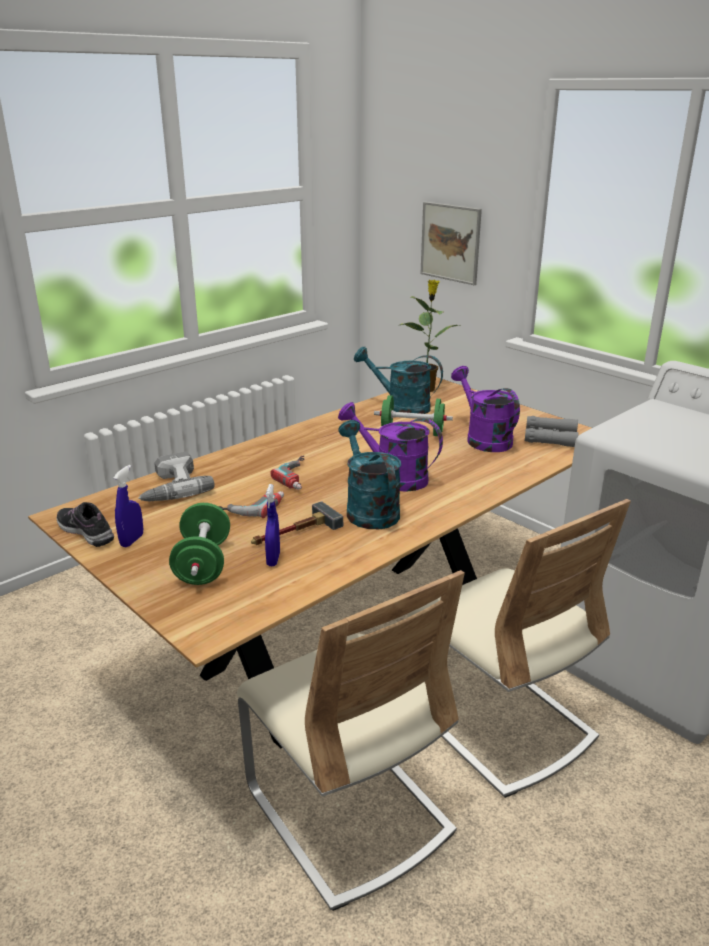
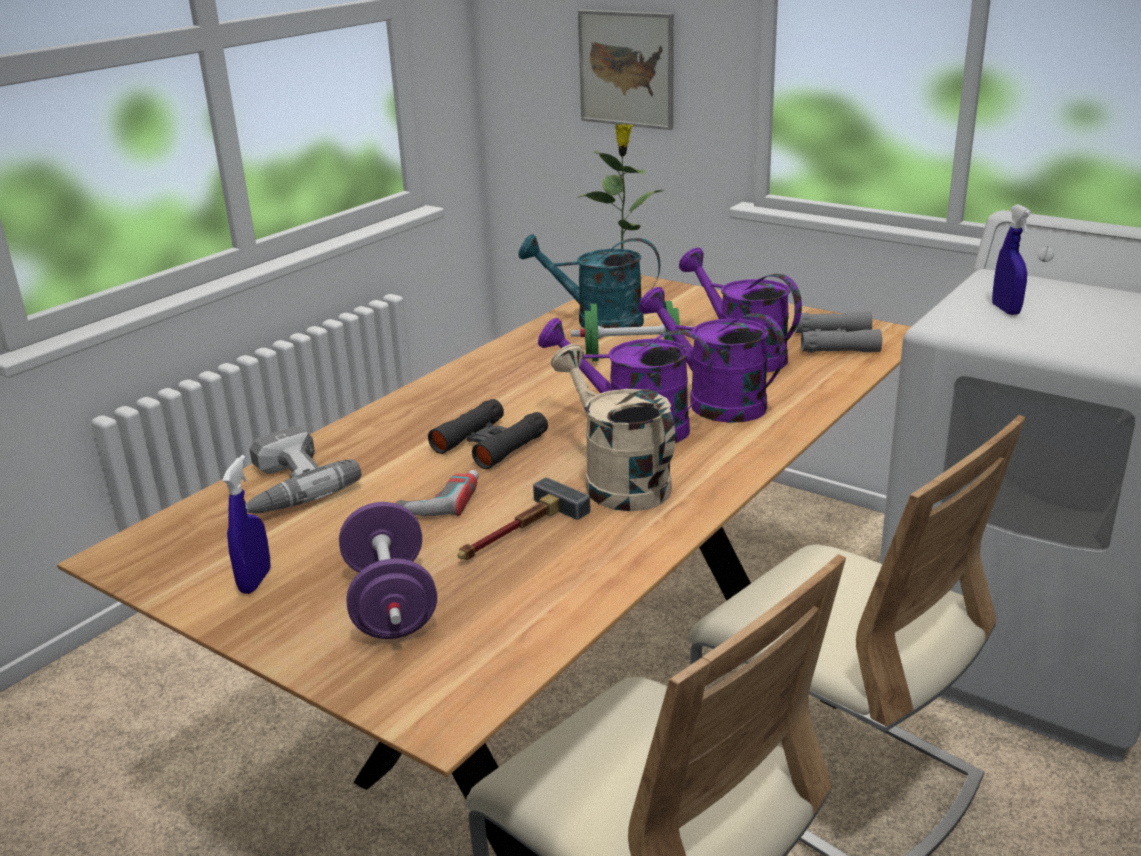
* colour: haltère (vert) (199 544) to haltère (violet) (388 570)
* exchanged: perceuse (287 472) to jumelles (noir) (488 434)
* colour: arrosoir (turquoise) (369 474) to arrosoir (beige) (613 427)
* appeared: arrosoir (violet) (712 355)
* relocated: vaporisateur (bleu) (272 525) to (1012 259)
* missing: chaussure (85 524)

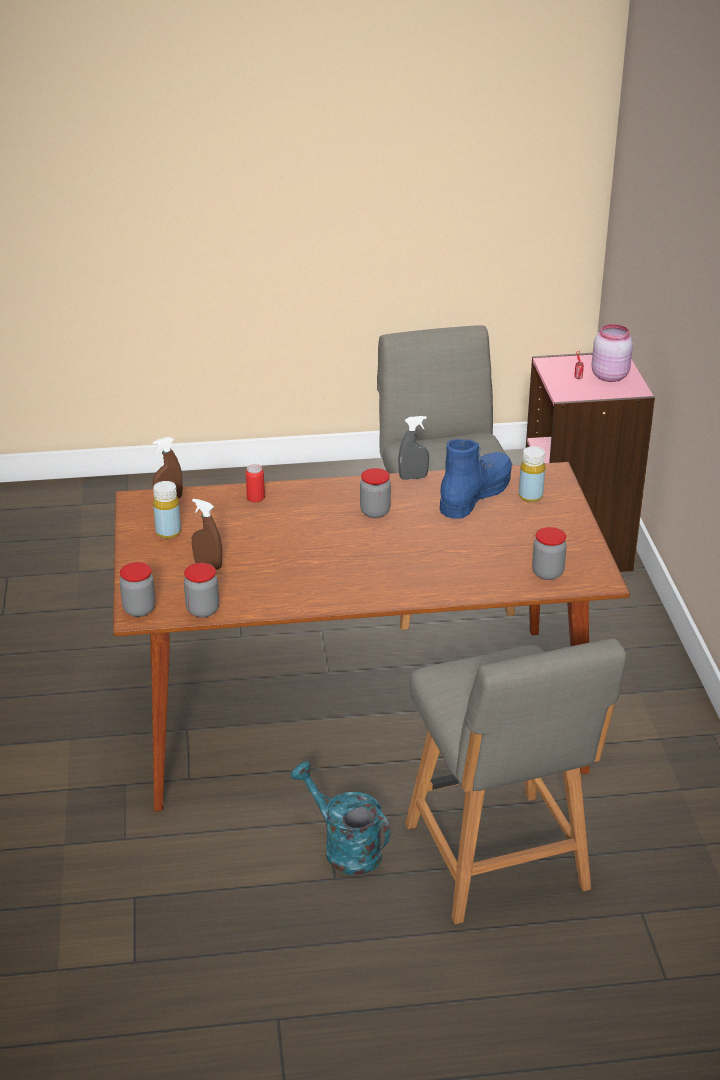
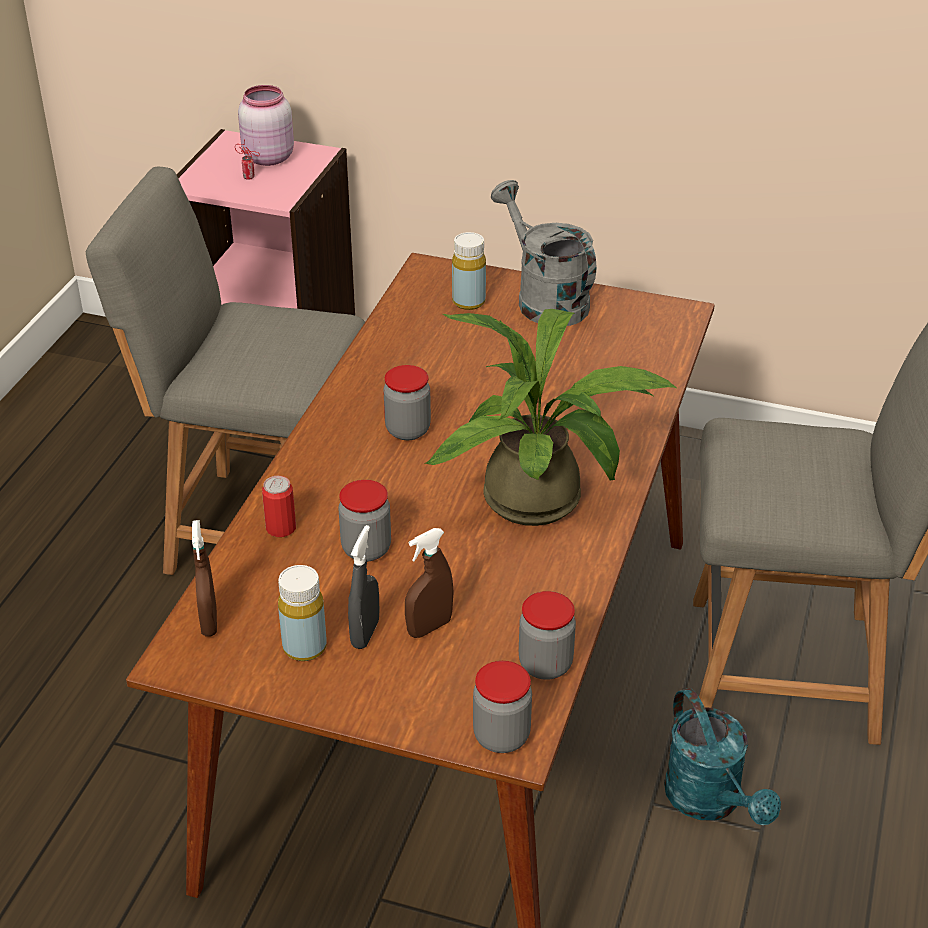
* relocated: bocal (549 553) to (365 521)
* relocated: vaporisateur (gris) (413 448) to (363 587)
* appeared: plante en pot (551 417)
* appeared: arrosoir (gris) (543 253)
* spun: arrosoir (turquoise) (340 818) = (722 756) 90 degrees counterclockwise
* missing: botte (bleu) (476 479)

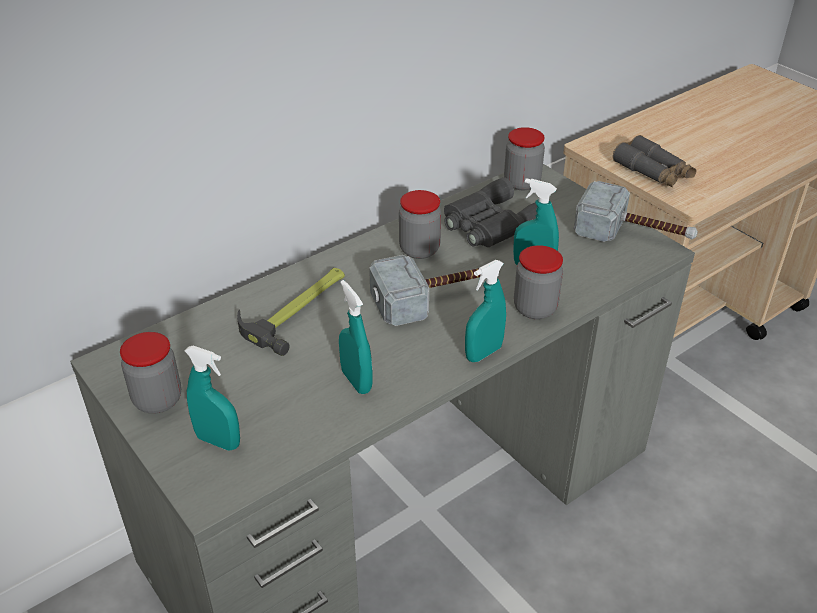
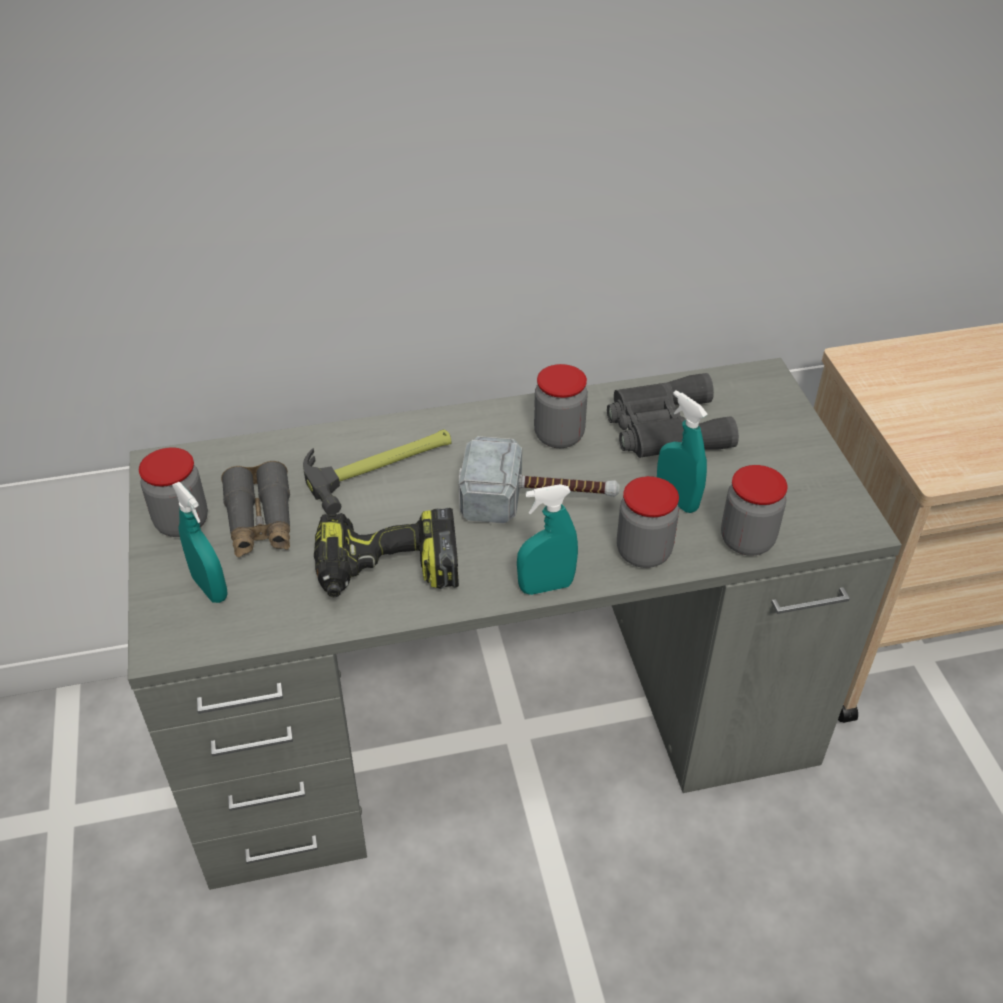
* relocated: jumelles (gris) (655 161) to (255 509)
* exchanged: vaporisateur (turquoise) (355 337) to perceuse (386 552)
* relocated: bocal (524 158) to (754 510)
* missing: marteau (636 211)

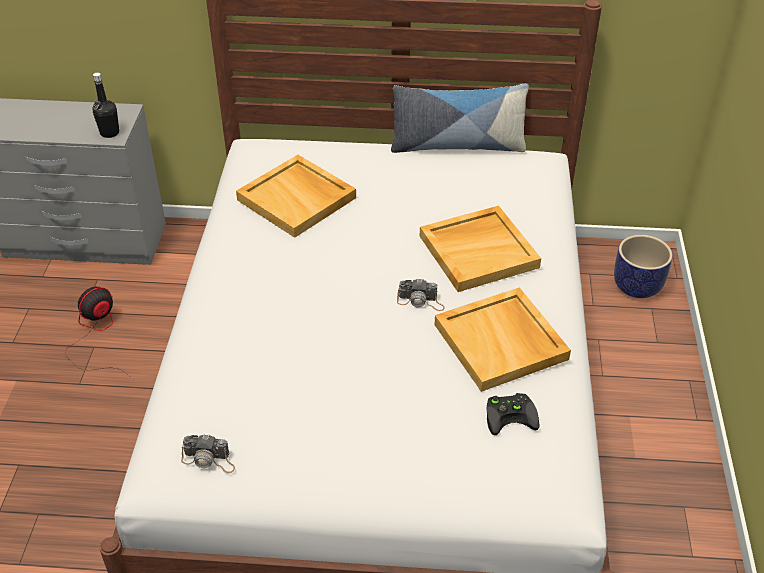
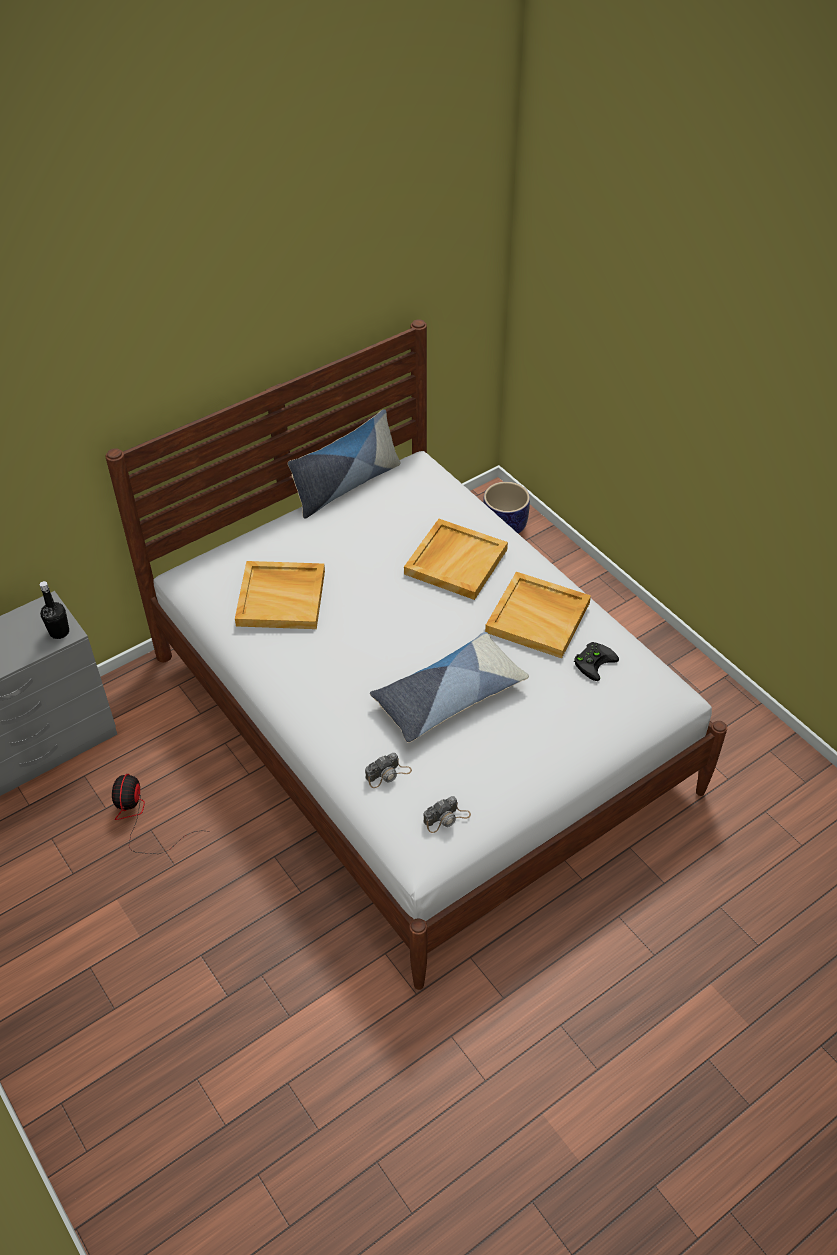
* relocated: appareil photo (421 295) to (388 770)
* appeared: coussin (449 687)

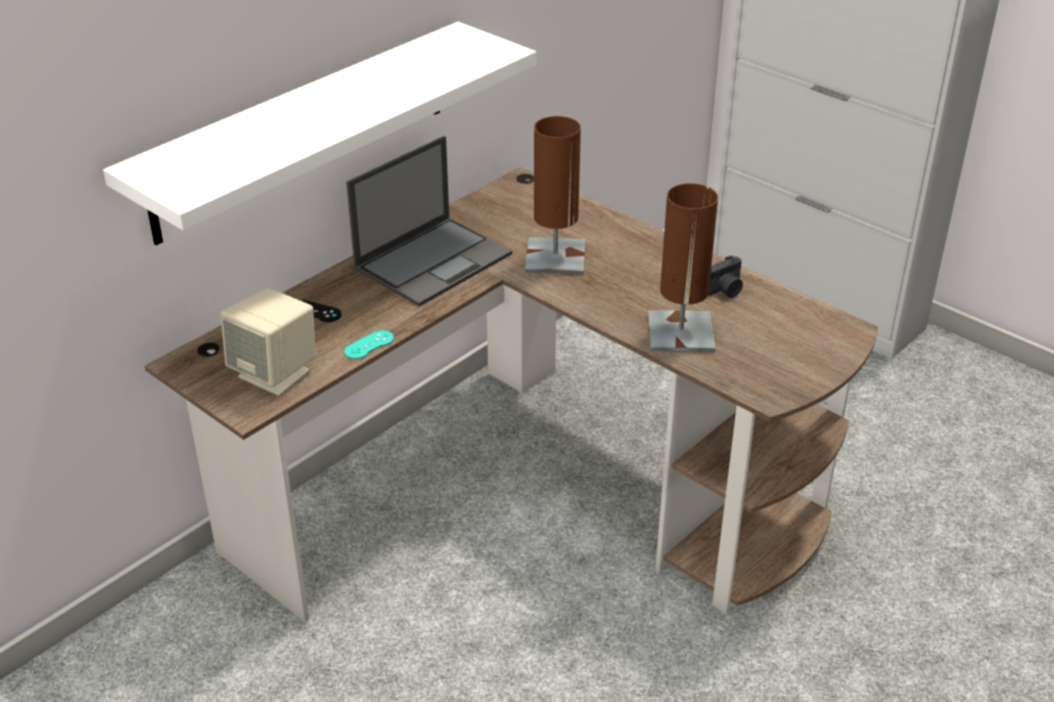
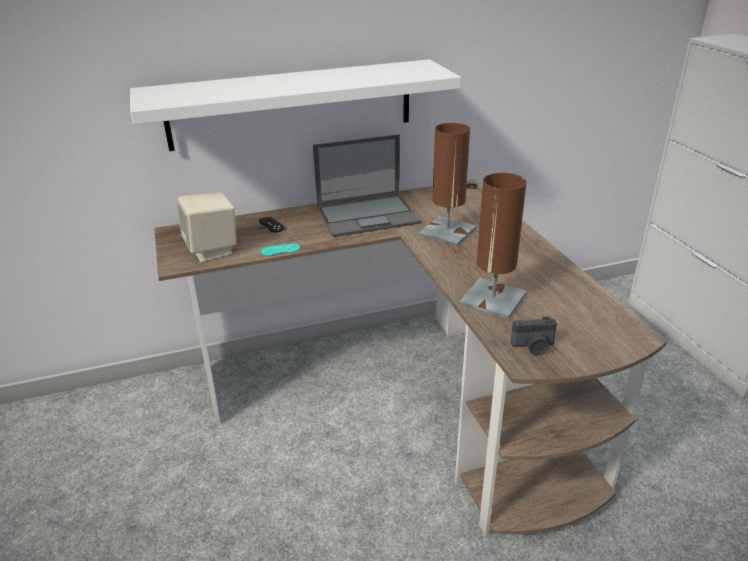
* relocated: appareil photo (725 276) to (534 335)

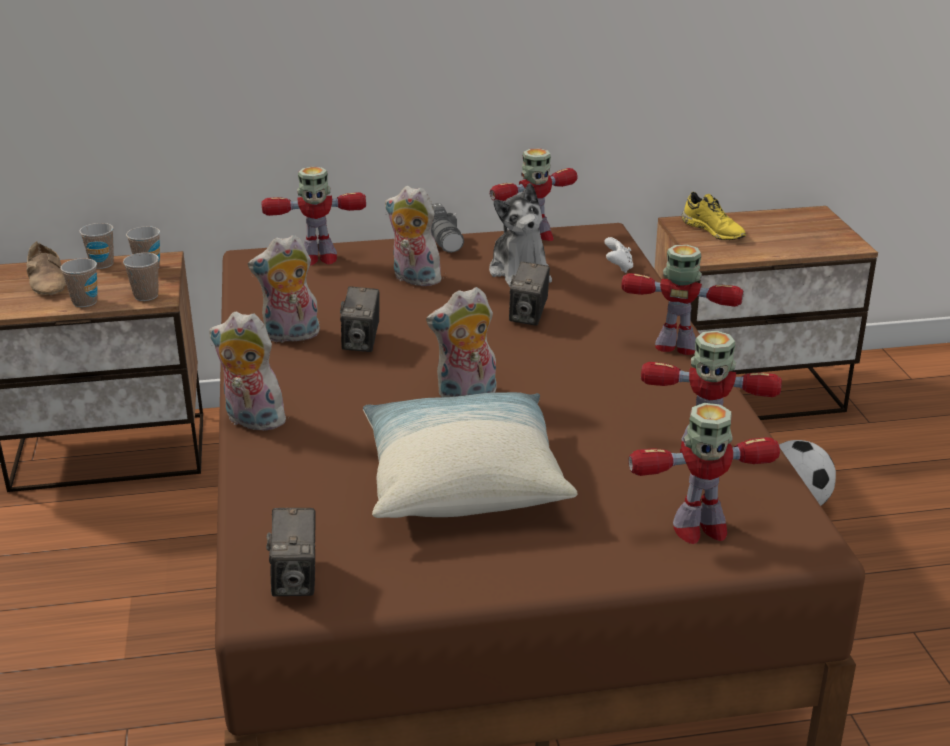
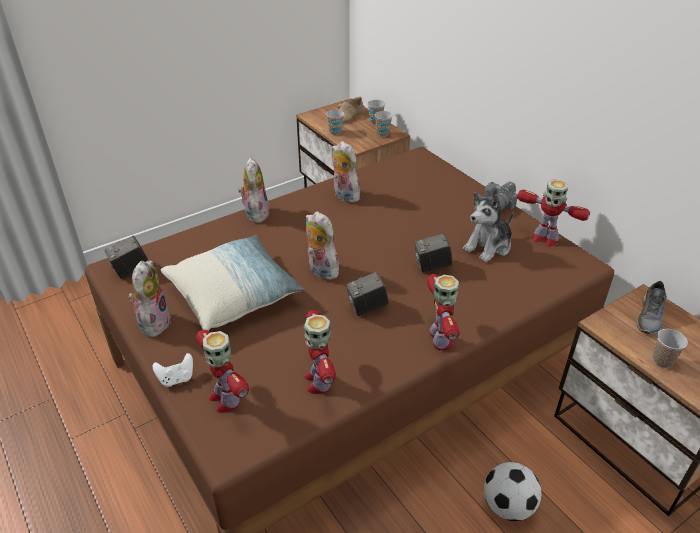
* relocated: peluche (413 236) to (150 298)
* relocated: manette (blanc) (618 255) to (173 370)
* relocated: appareil photo (360 319) to (367 294)
* colour: chaussure (jaune) (713 216) to chaussure (gris) (651 308)
* relocated: tasse (141 277) to (670 348)
* missing: robot jouet (314 216)

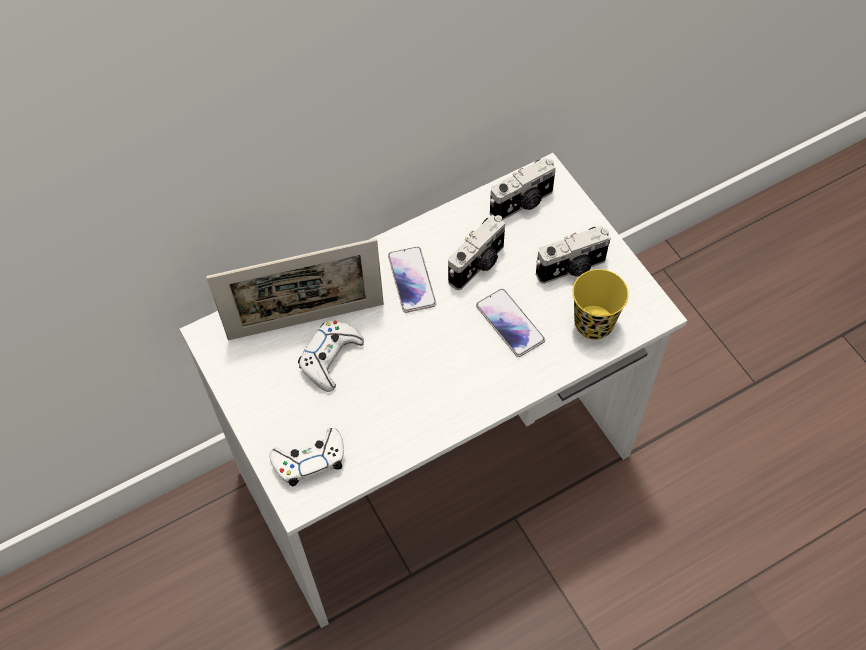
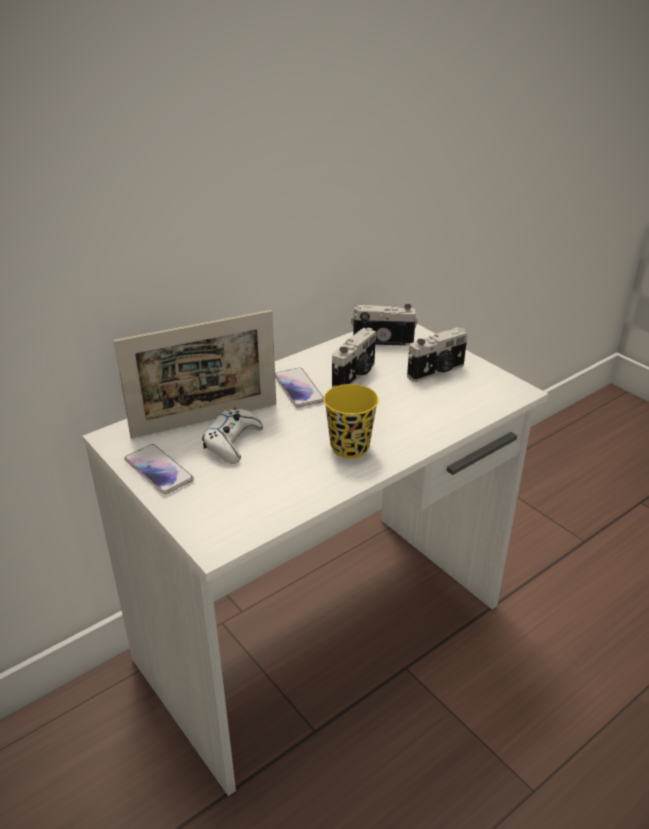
* relocated: téléphone (510 323) to (159 469)
* relocated: tasse (jaune) (600 304) to (351 421)
* spun: appareil photo (523 188) = (384 325) 135 degrees counterclockwise
* missing: manette (blanc) (307 457)

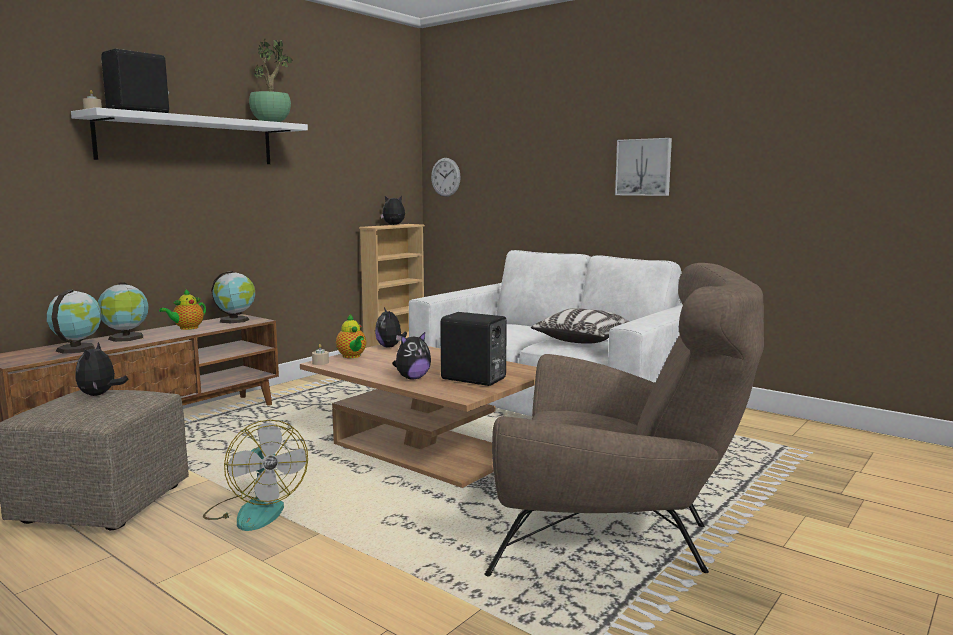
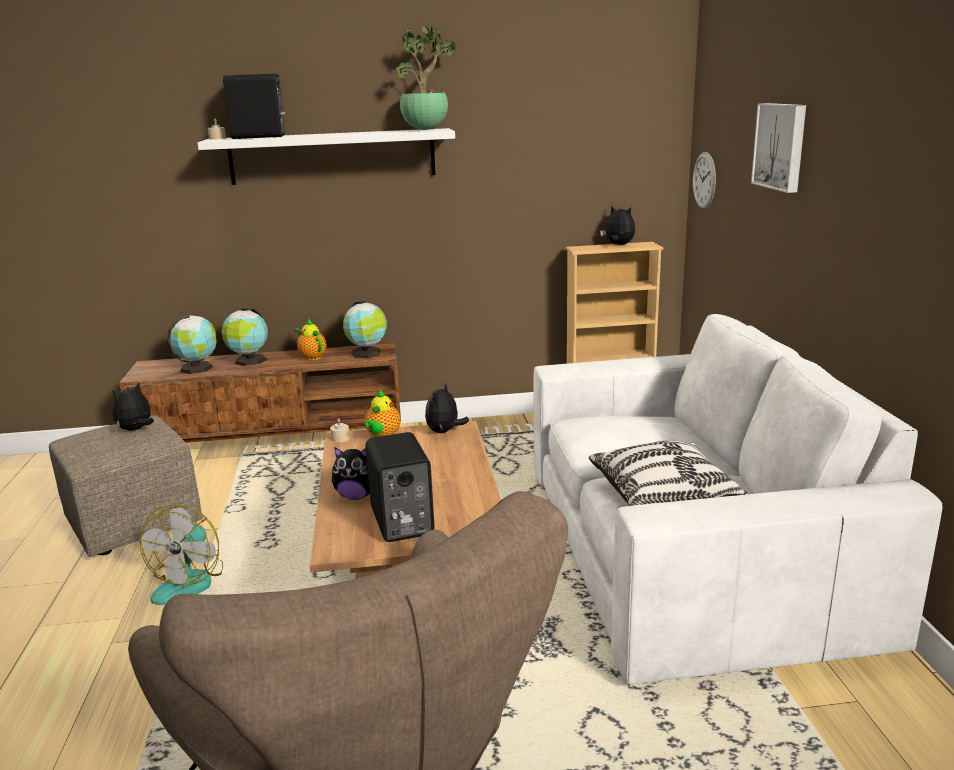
* spun: théière (182 309) = (310 339) 60 degrees clockwise
* relocated: tableau (643 167) to (778 148)

